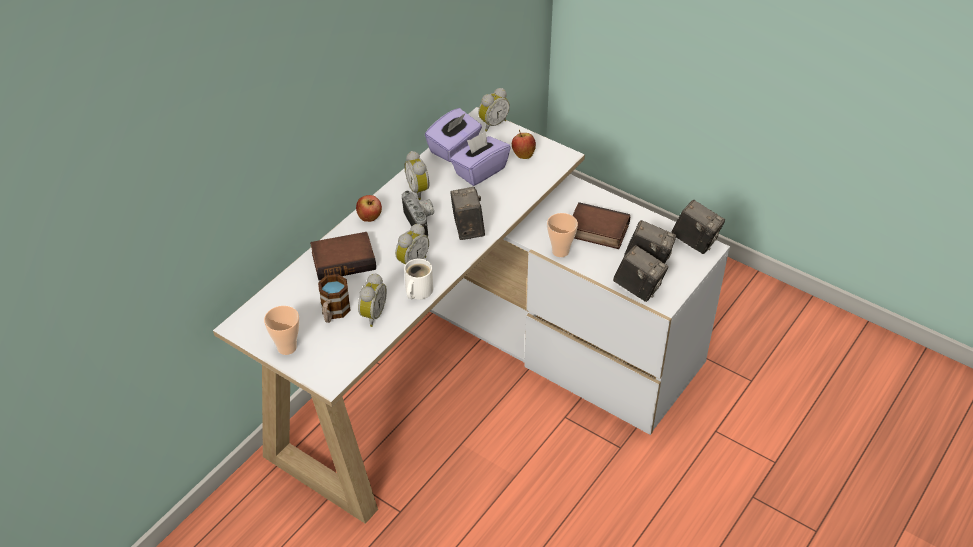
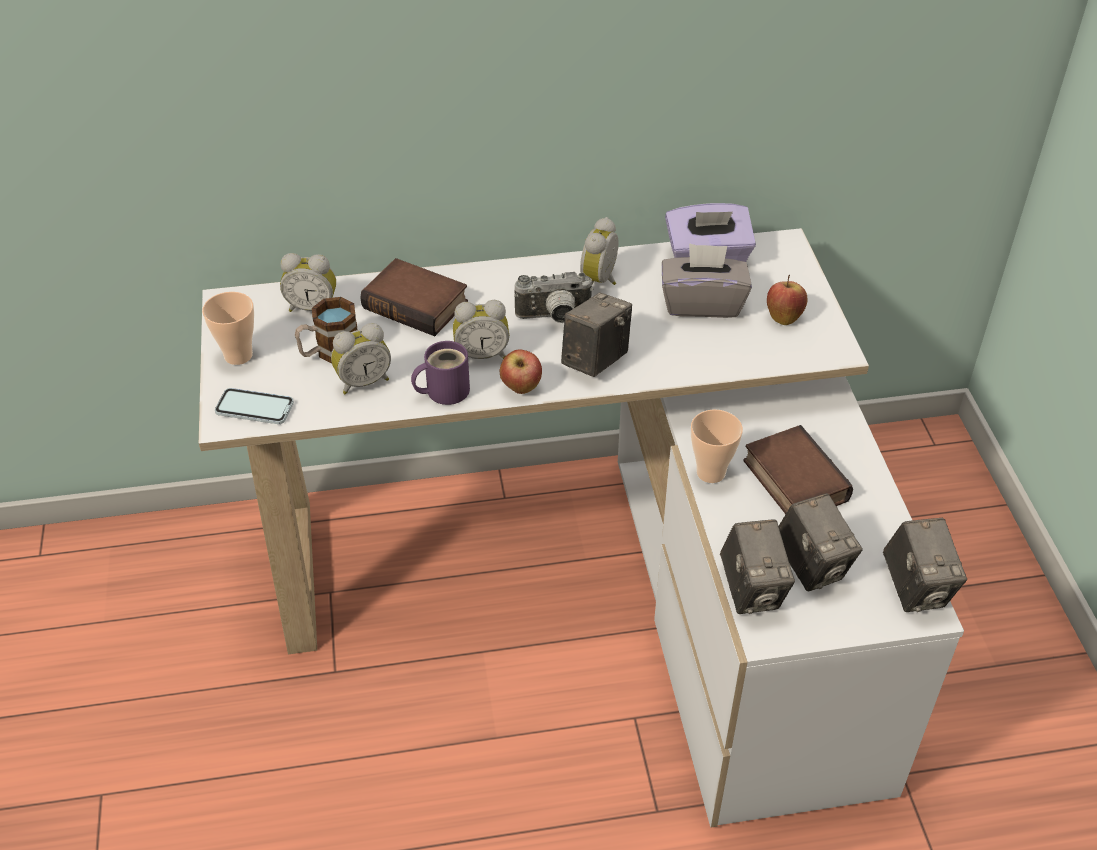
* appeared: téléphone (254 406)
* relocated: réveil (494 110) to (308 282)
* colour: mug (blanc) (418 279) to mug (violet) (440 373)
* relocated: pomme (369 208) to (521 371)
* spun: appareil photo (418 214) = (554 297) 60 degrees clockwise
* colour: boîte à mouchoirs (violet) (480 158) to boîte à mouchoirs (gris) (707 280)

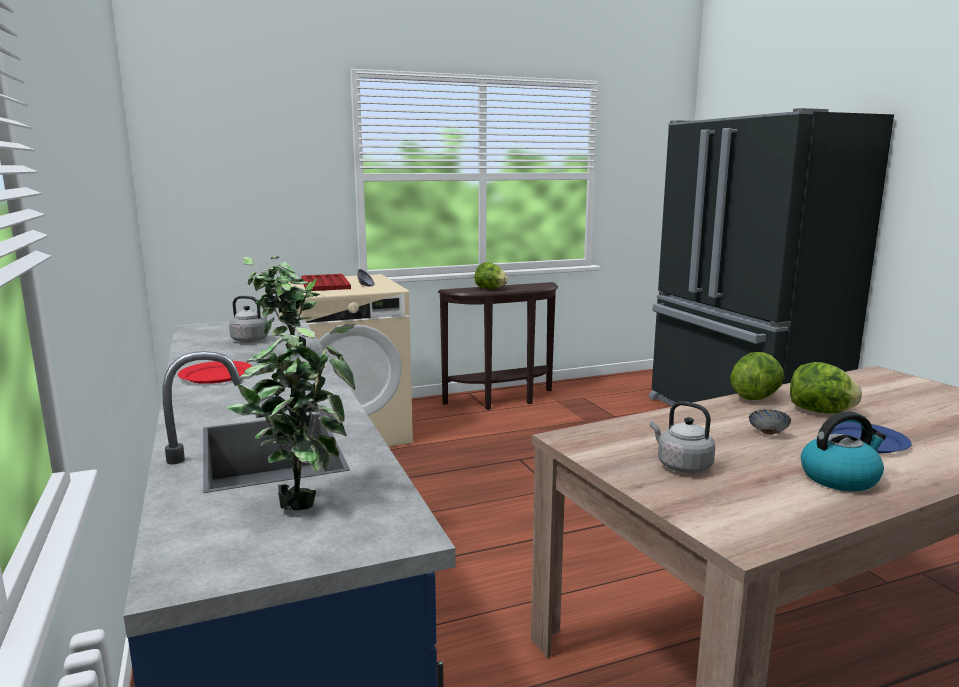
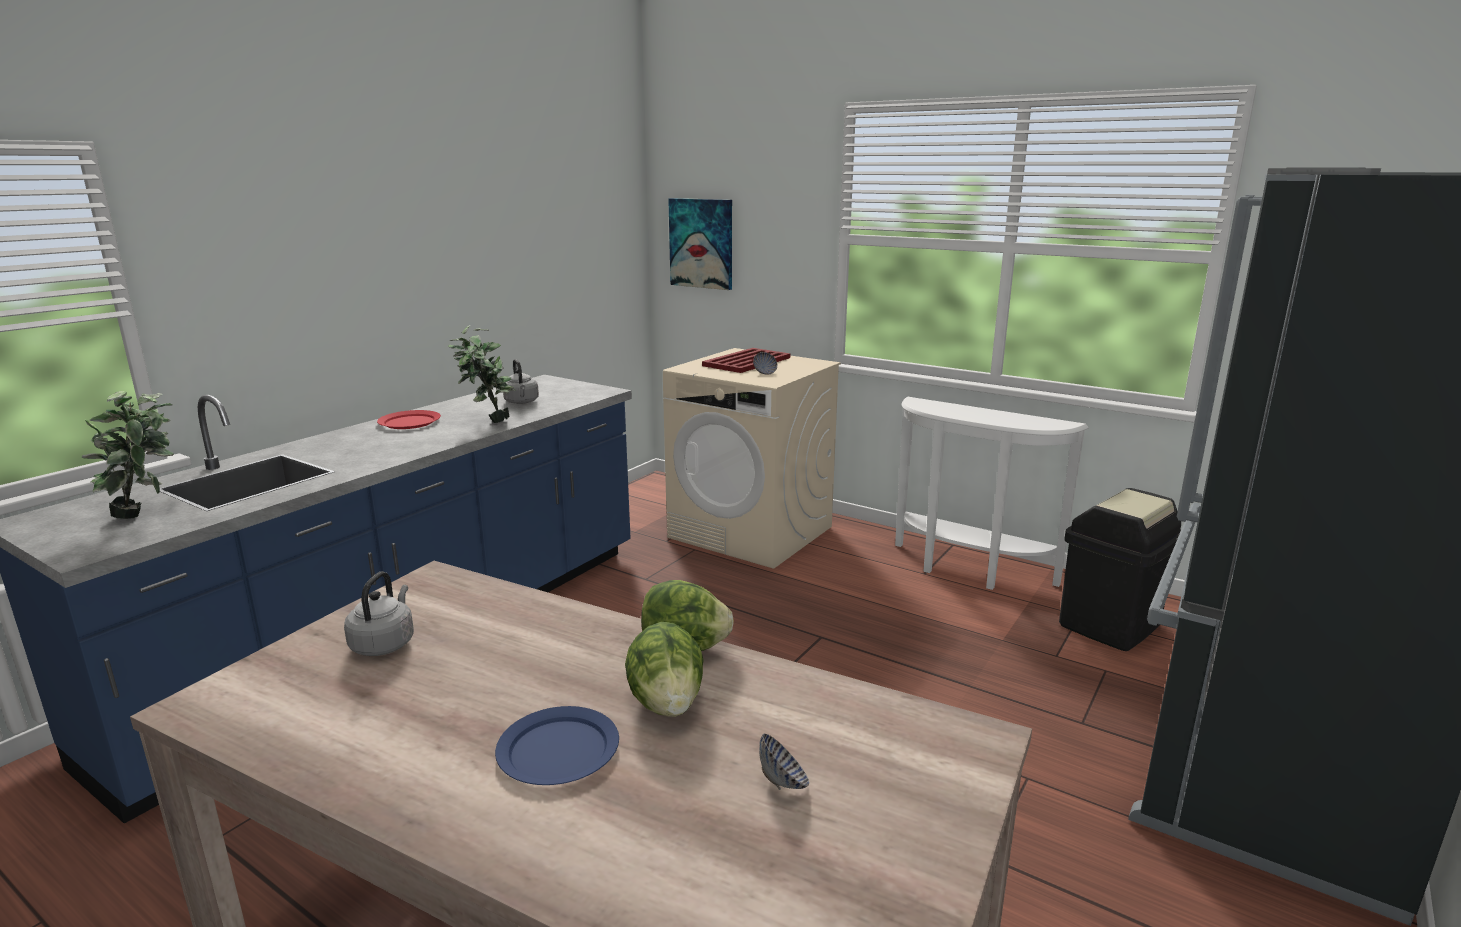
* appeared: tableau (700 244)
* relocated: bol (770 422) to (784 762)
* colour: table console (marron) (498 346) to table console (blanc) (992 493)
* appeared: poubelle (noir) (1120 569)
* missing: laitue (491 275)
* missing: bouilloire (843 451)

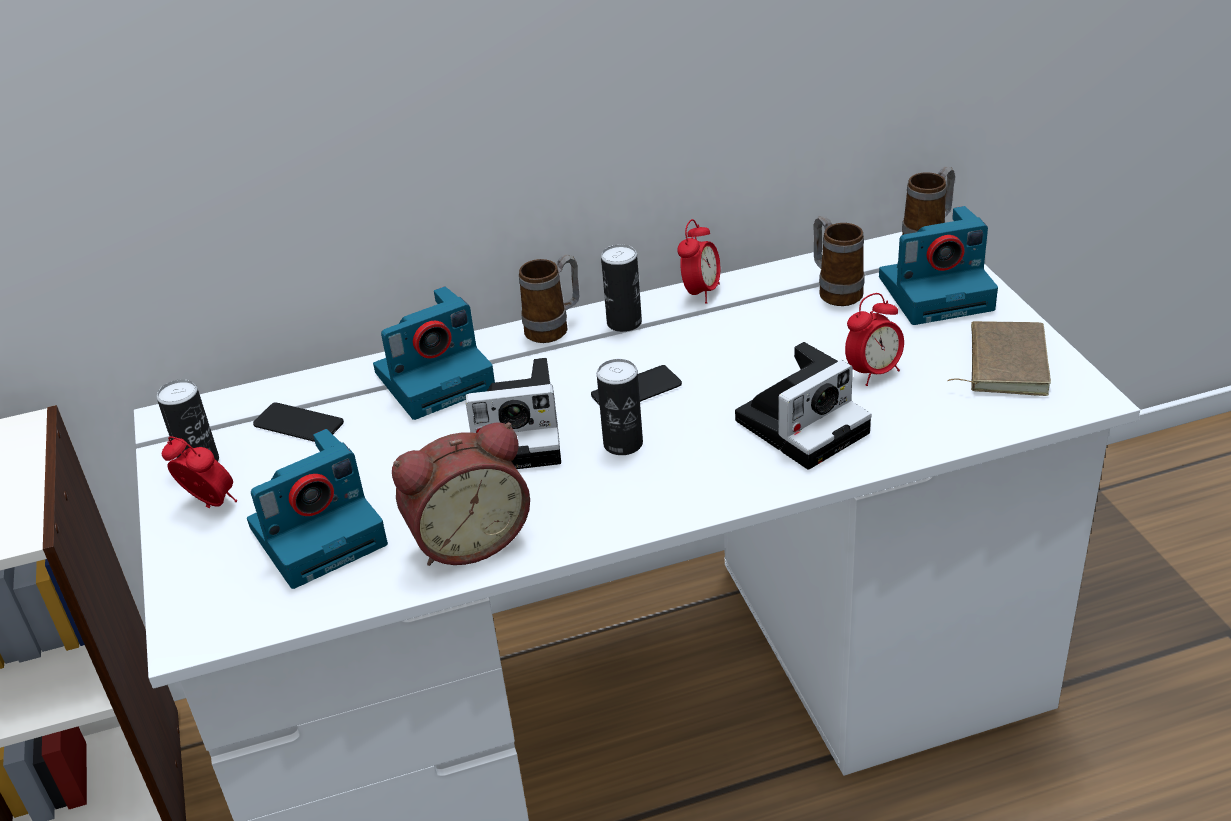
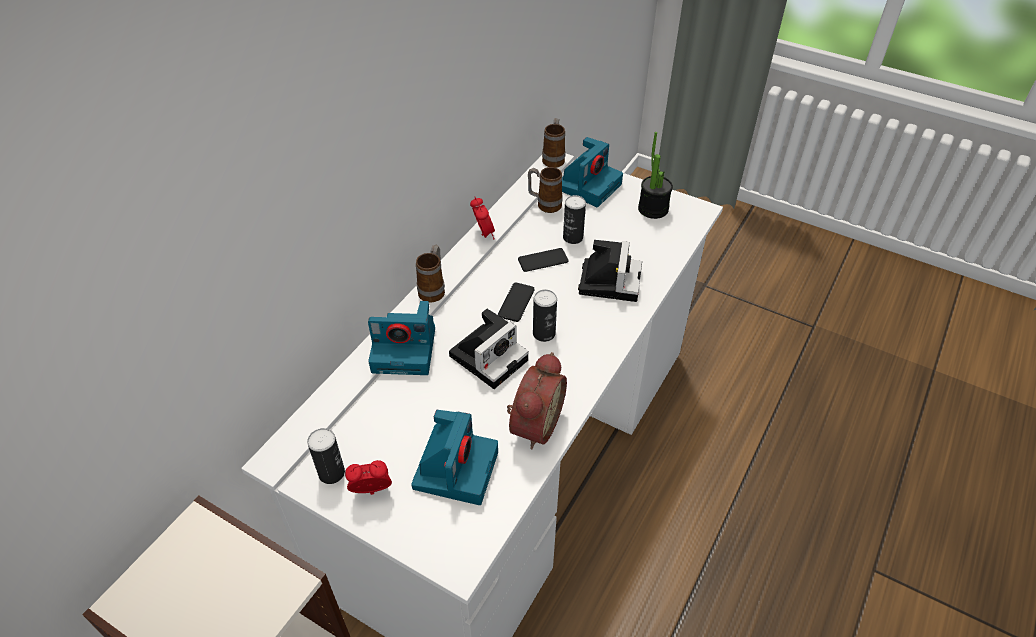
* spun: appareil photo (434 353) = (401 338) 75 degrees clockwise
* relocated: téléphone (298 422) to (543 260)
* relocated: boîte métallique (621 288) to (574 219)
* exchanged: livre (marron) (999 358) to plante en pot (655 175)
* missing: réveil (874 339)

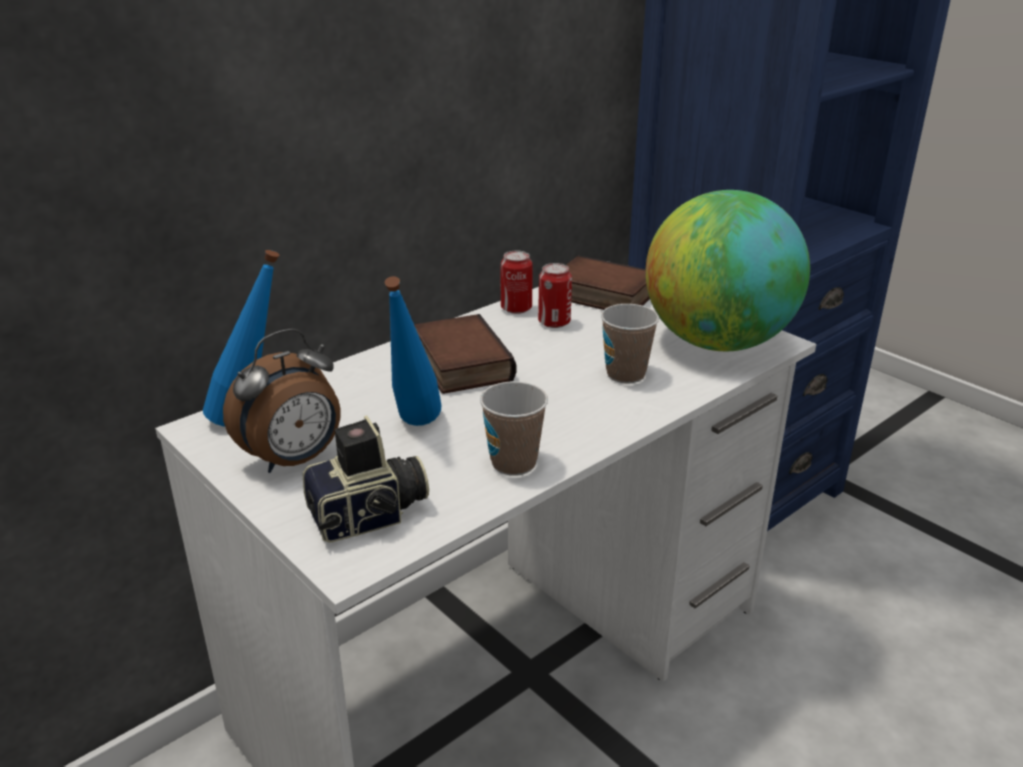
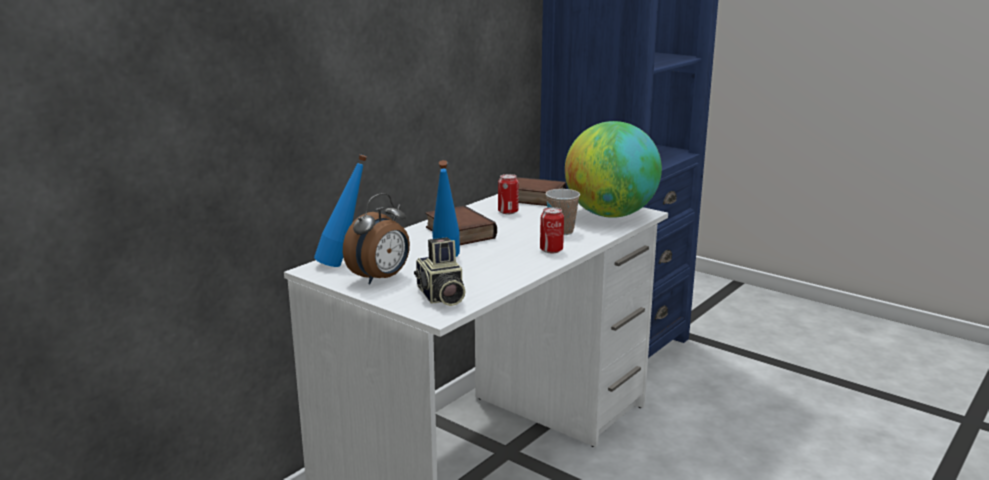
* spun: appareil photo (366 479) = (440 271) 105 degrees clockwise
* relocated: boîte métallique (516 282) to (552 230)
* missing: tasse (514 428)

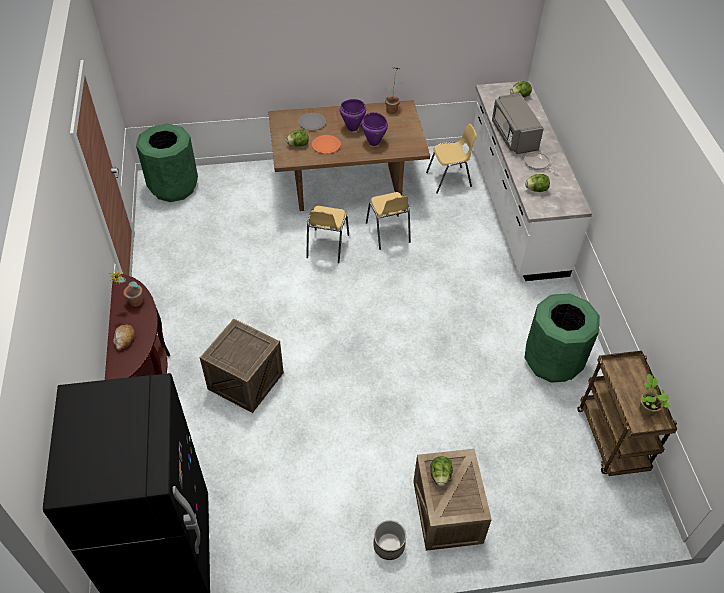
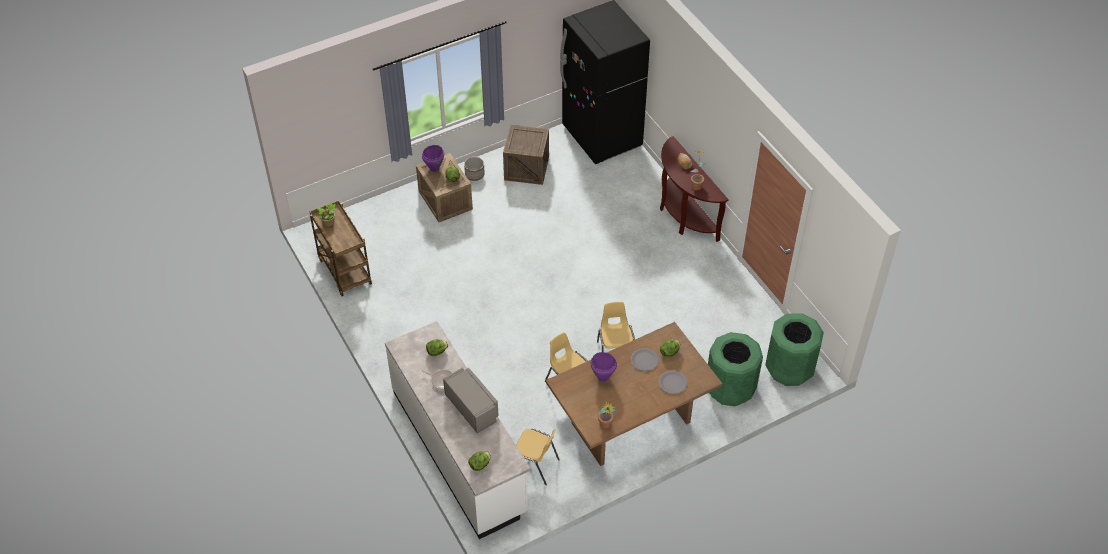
* relocated: marmite (violet) (353 115) to (433 158)
* relocated: caisse (242 366) to (526 155)
* spun: chaise (jaune) (451 159) = (538 456) 120 degrees counterclockwise
* colour: assiette (orange) (326 144) to assiette (gris) (645 359)
* relocated: poubelle (vert) (562 338) to (735 369)

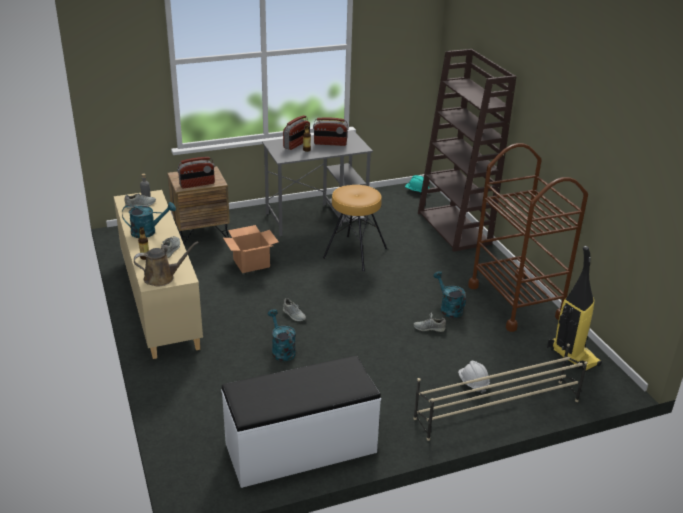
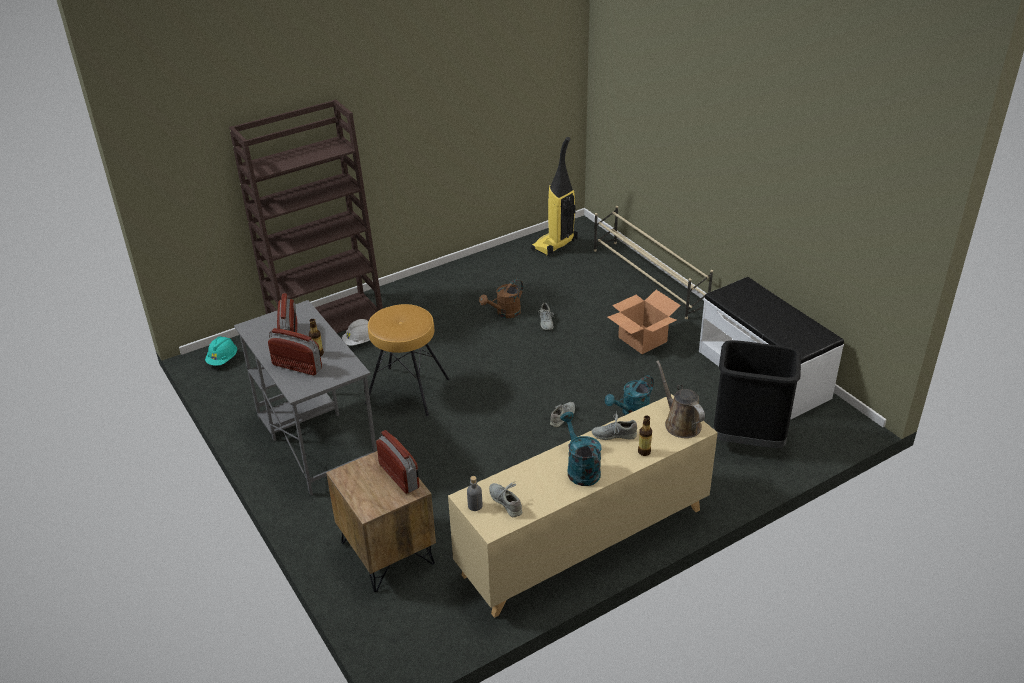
* relocated: casque de chantier (blanc) (474 377) to (356 332)
* colour: arrosoir (turquoise) (449 294) to arrosoir (marron) (501 298)
* relocated: carton (251 249) to (644 322)
* appeared: poubelle (noir) (757 394)
* missing: chariot (marron) (528 237)

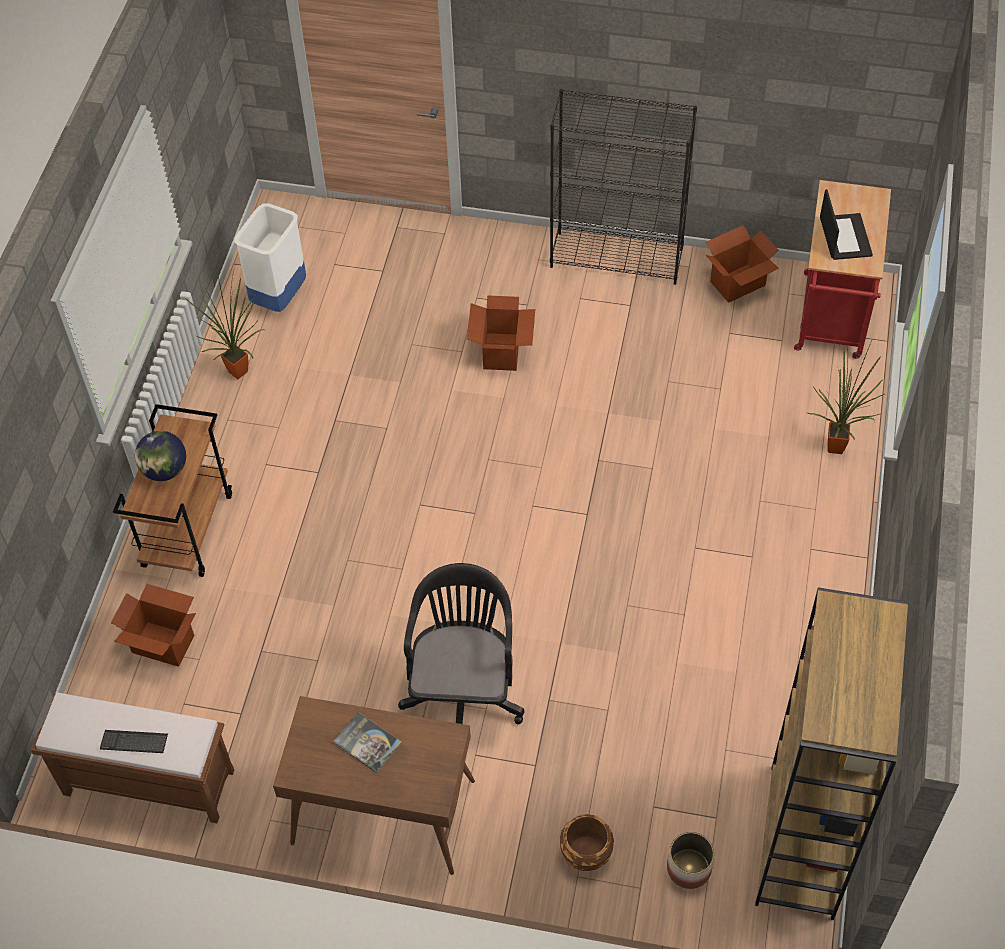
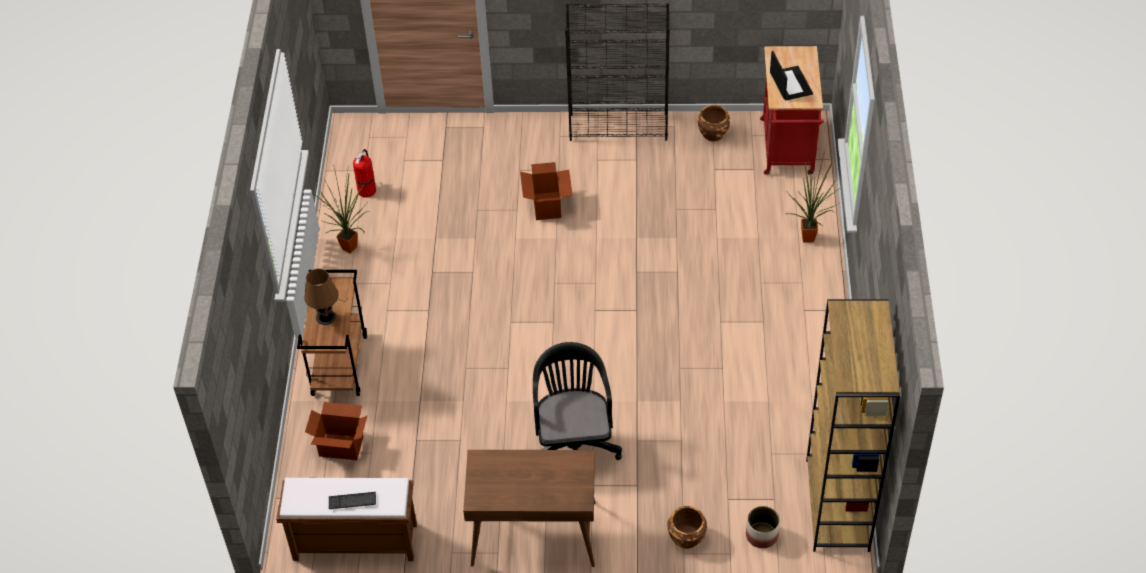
* exchanged: globe (160 456) to lampe de table (marron) (326 296)
* exchanged: poubelle (blanc) (270 257) to extincteur (364 173)
* exchanged: carton (742 264) to cache-pot (marron) (714 123)
* missing: livre (367 742)

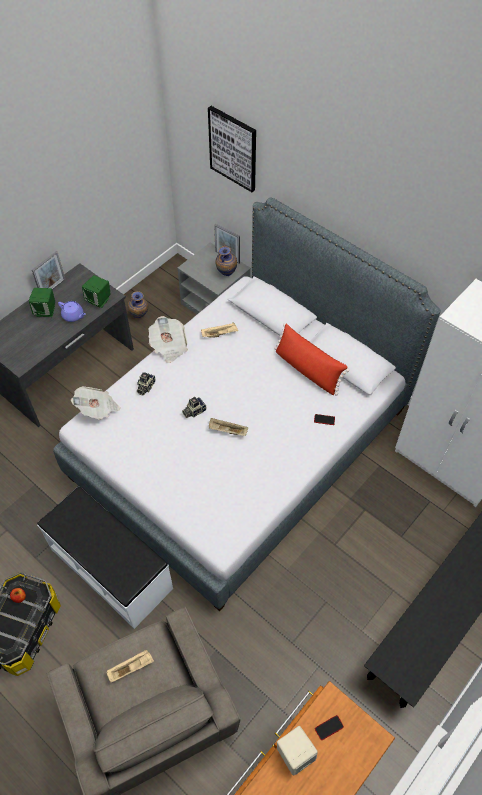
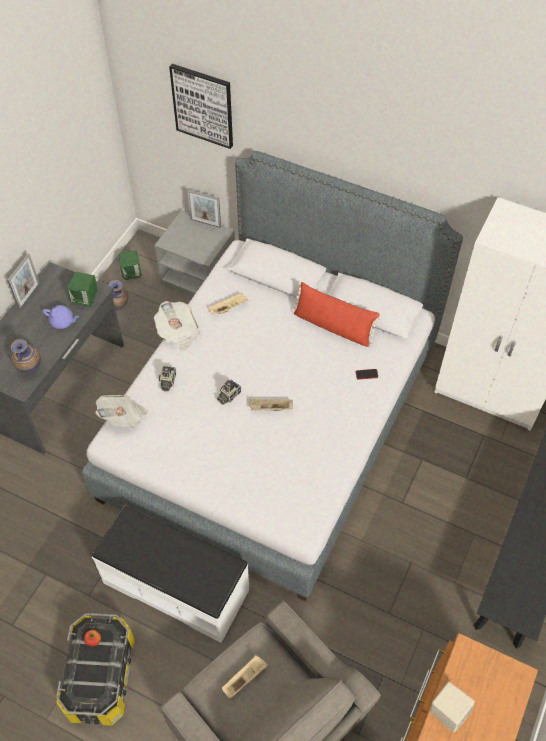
* relocated: vase (226 261) to (26 356)
* relocated: enceinte (vert) (42 302) to (130 265)
* missing: téléphone (329 727)

